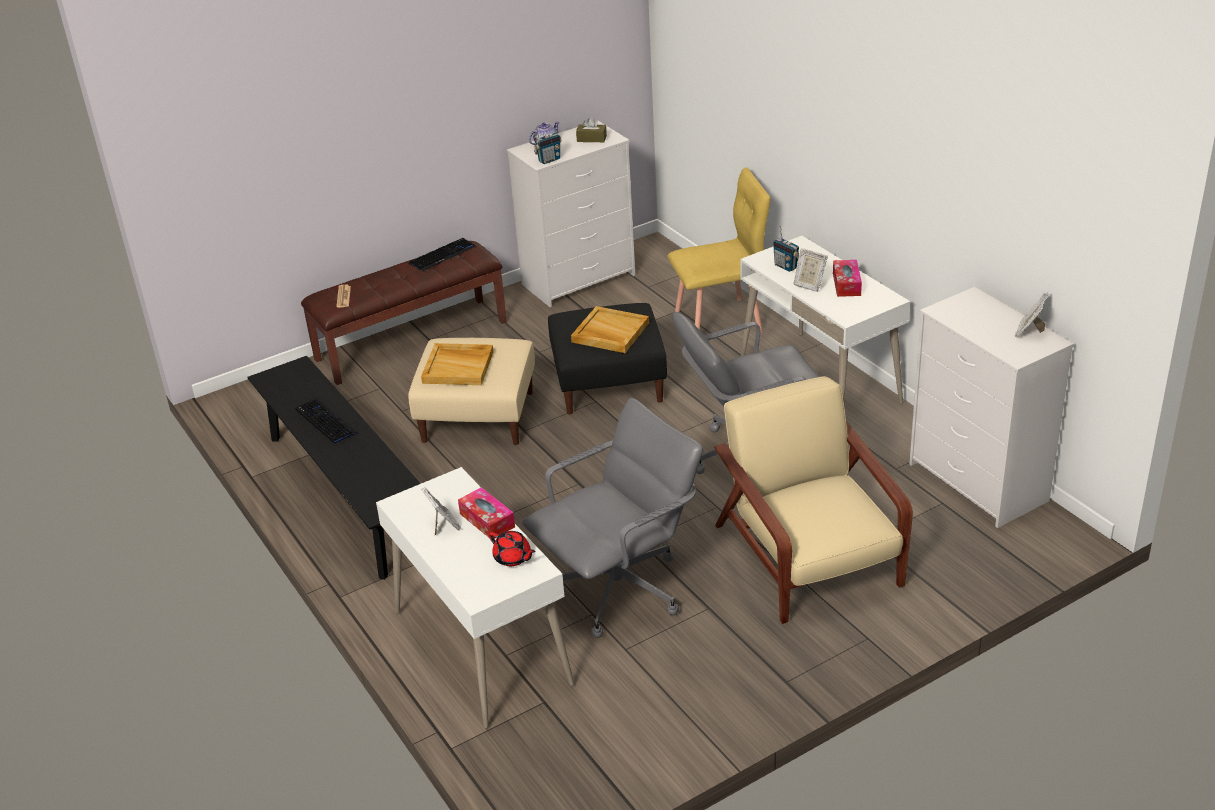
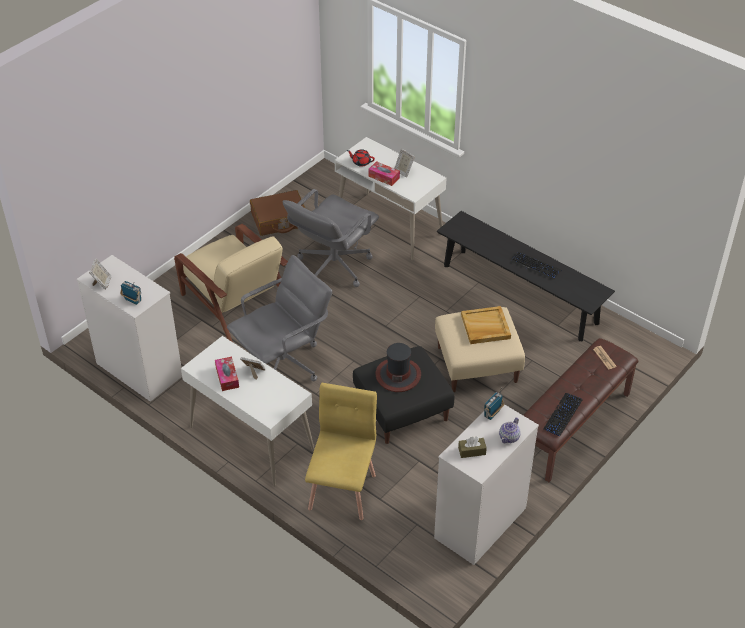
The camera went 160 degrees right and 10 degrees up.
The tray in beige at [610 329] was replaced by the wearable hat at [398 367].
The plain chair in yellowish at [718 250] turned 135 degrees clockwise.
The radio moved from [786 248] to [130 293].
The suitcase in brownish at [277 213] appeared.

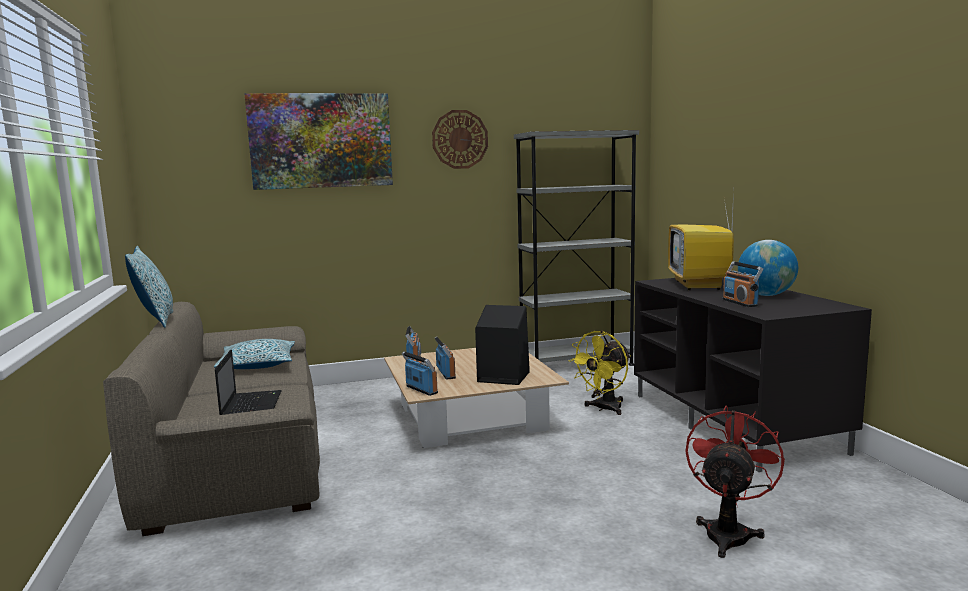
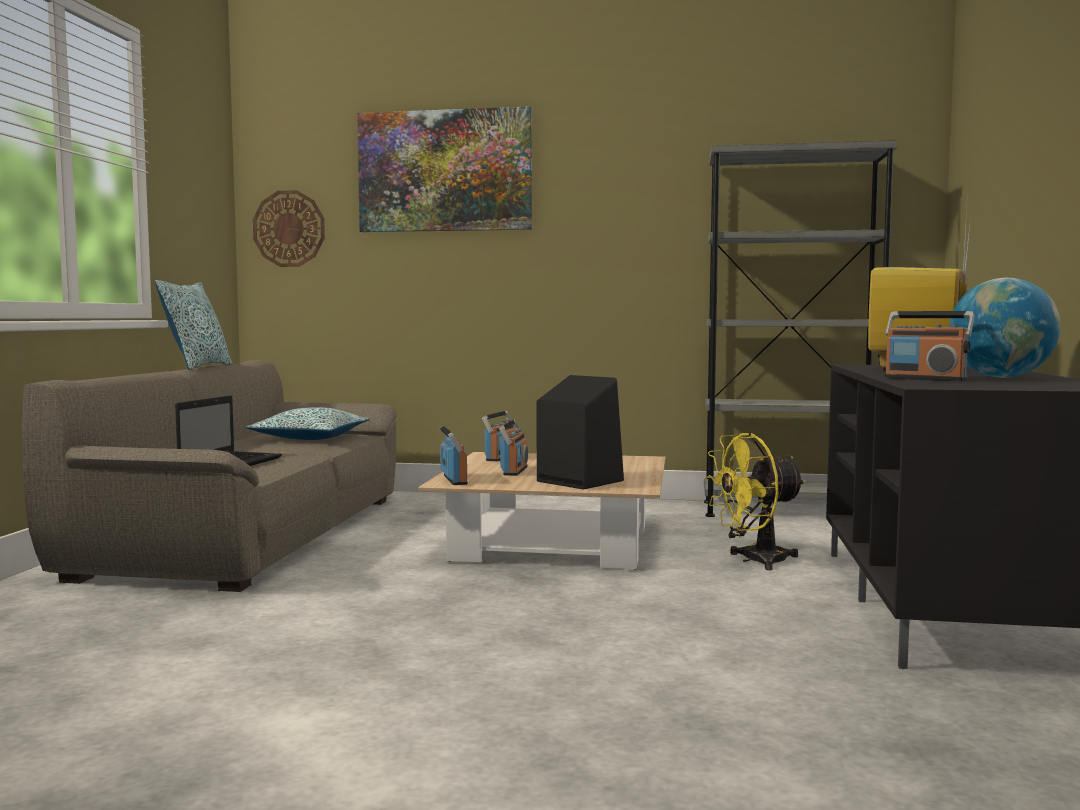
The camera went 25 degrees right and 5 degrees down.
The wall clock moved from [460 139] to [289 228].
The fan in red-coloured at [735 482] disappeared.
The radio at [743 284] turned 60 degrees counterclockwise.

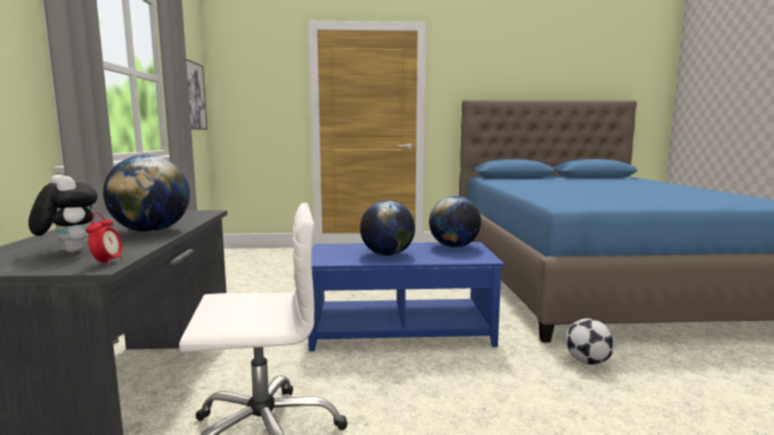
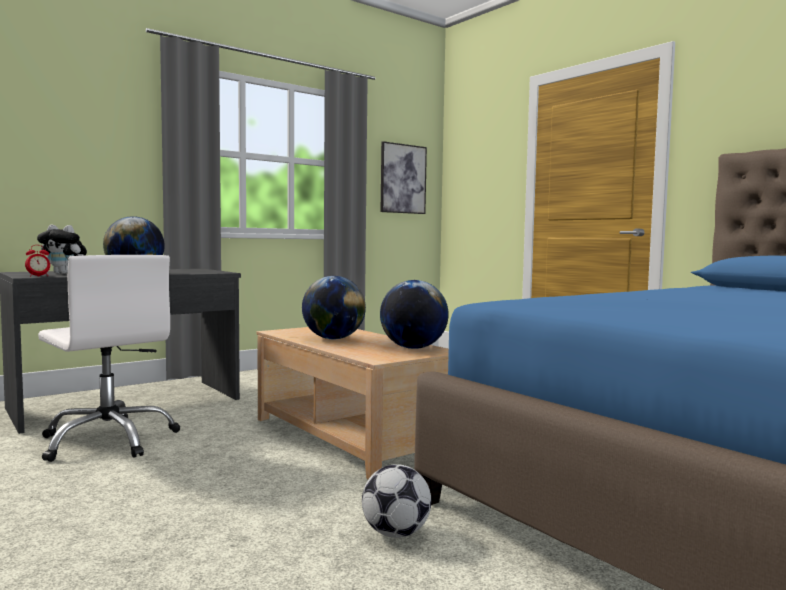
The camera went 55 degrees right and 5 degrees down.
The soft toy at [63 214] turned 90 degrees clockwise.
The low table in blue-coloured at [406 296] became the low table in beige at [352 403].

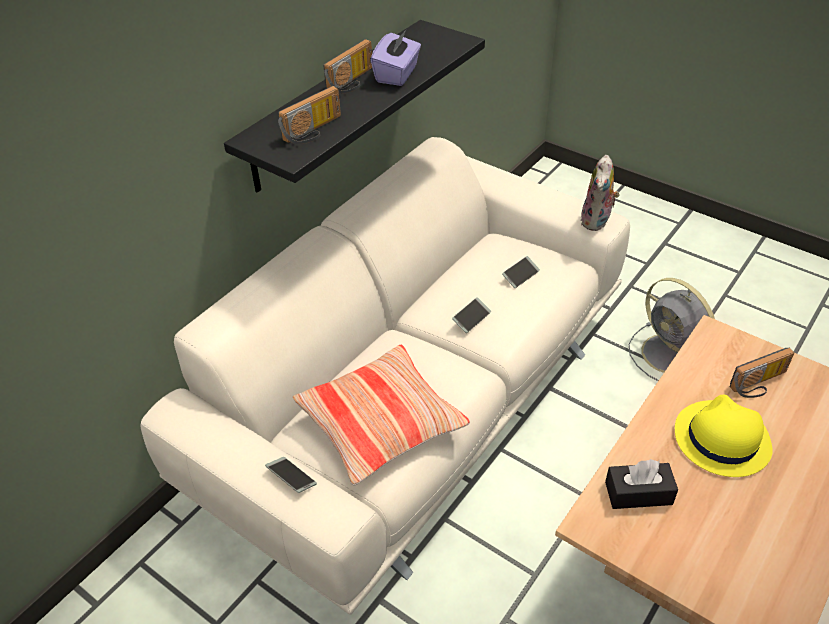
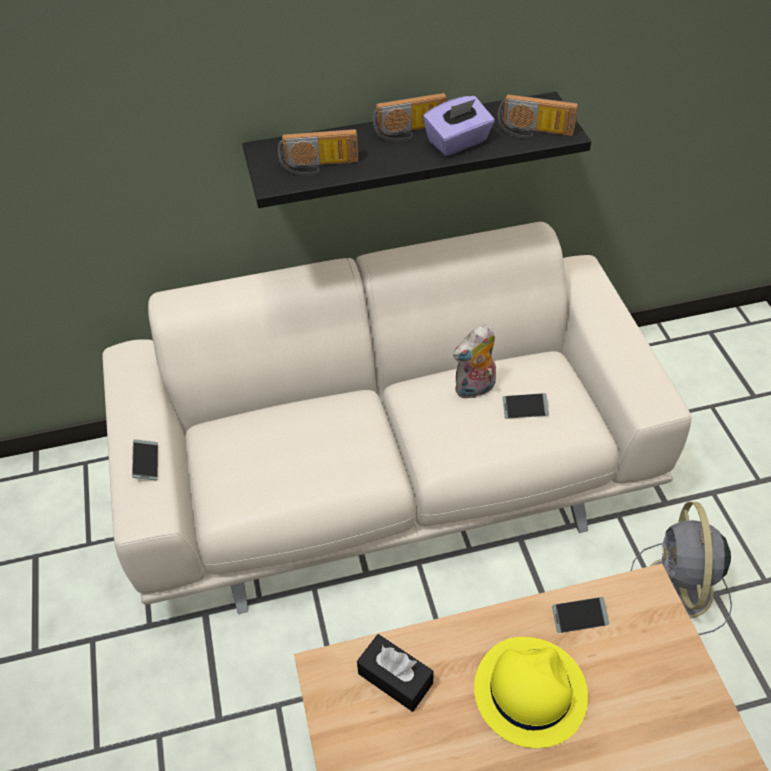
The camera went 40 degrees right and 5 degrees up.
The pillow at [381 415] disappeared.
The phone moved from [471 315] to [580 615].
The soft toy moved from [600 193] to [474 361].
The radio moved from [762 372] to [538 116].

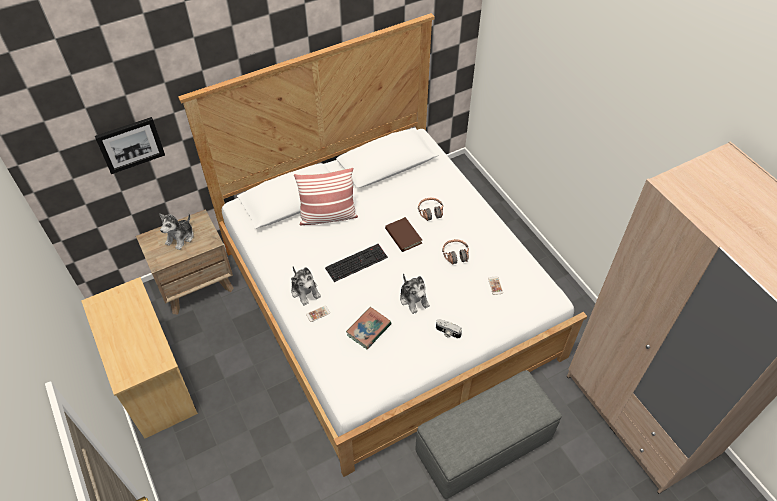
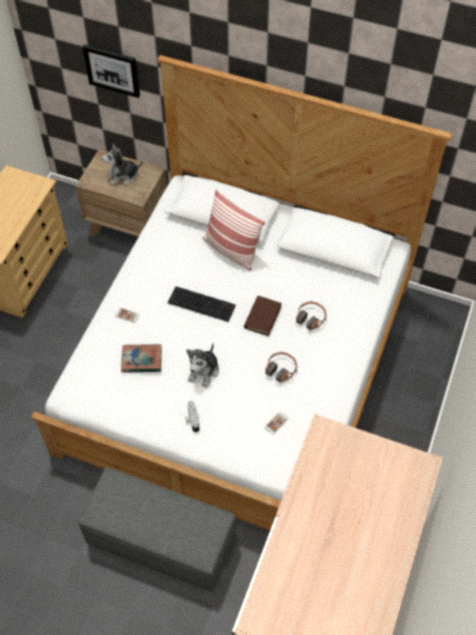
The camera went 50 degrees right and 5 degrees up.
The soft toy at [306 286] disappeared.

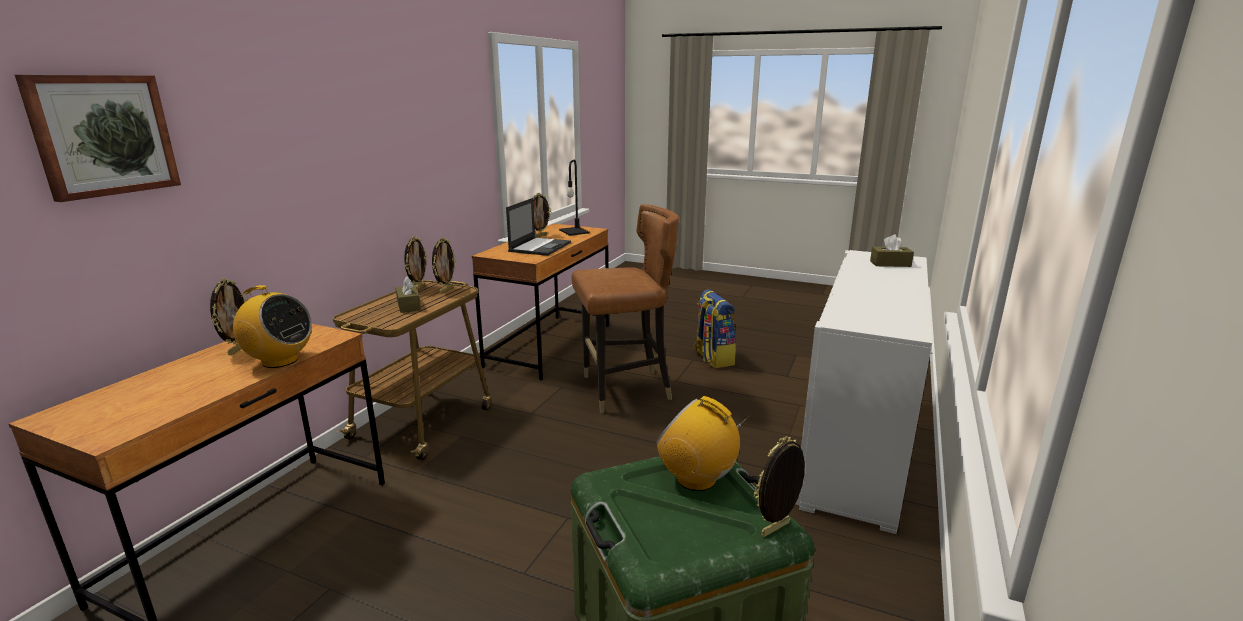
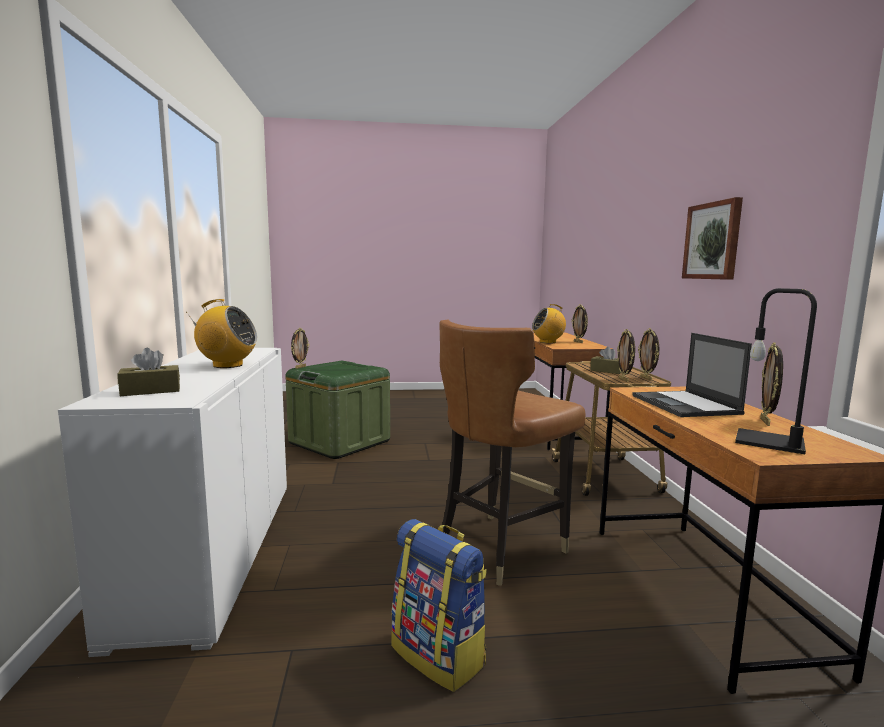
The camera went 150 degrees right and 10 degrees down.
The wall picture moved from [98 138] to [712 238].
The radio moved from [703 443] to [221 333].

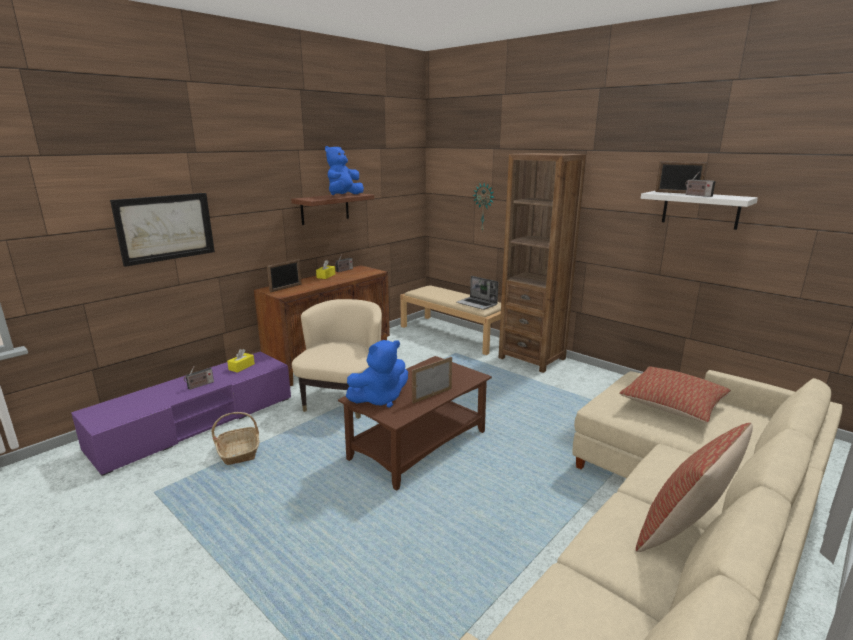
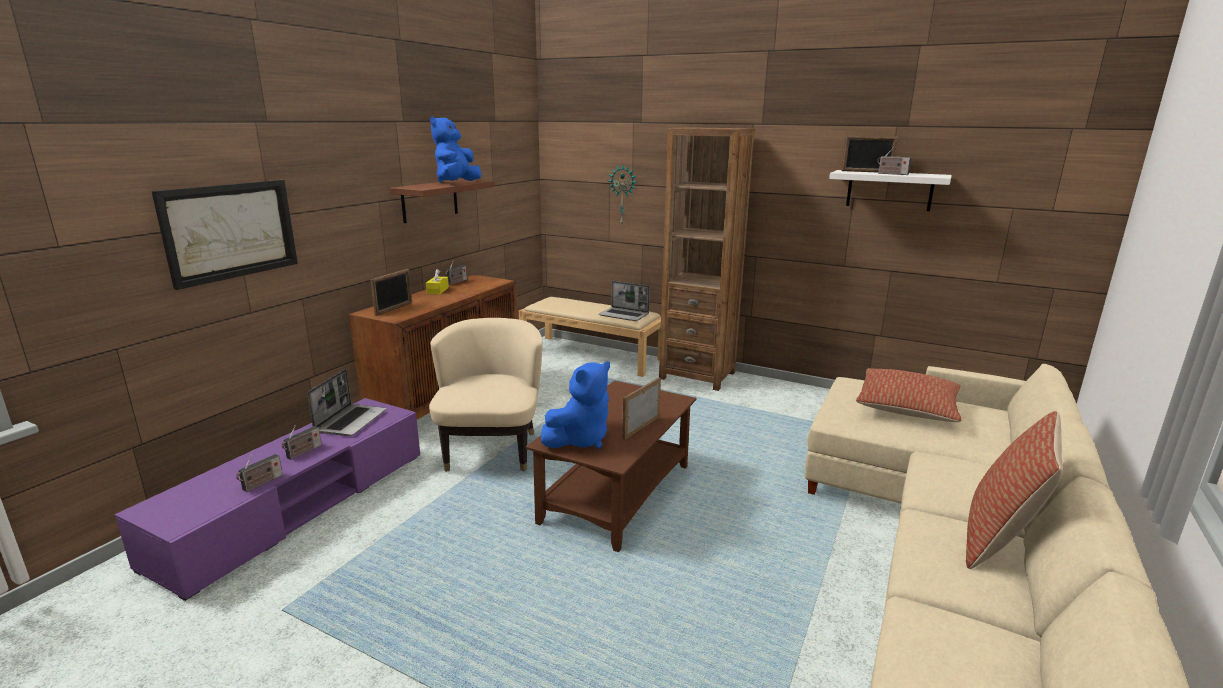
The camera went 15 degrees left and 0 degrees up.
The storage basket at [235 438] disappeared.
The box of tissues in yellowish at [241 361] was replaced by the laptop at [346 402].
The radio at [259 473] appeared.

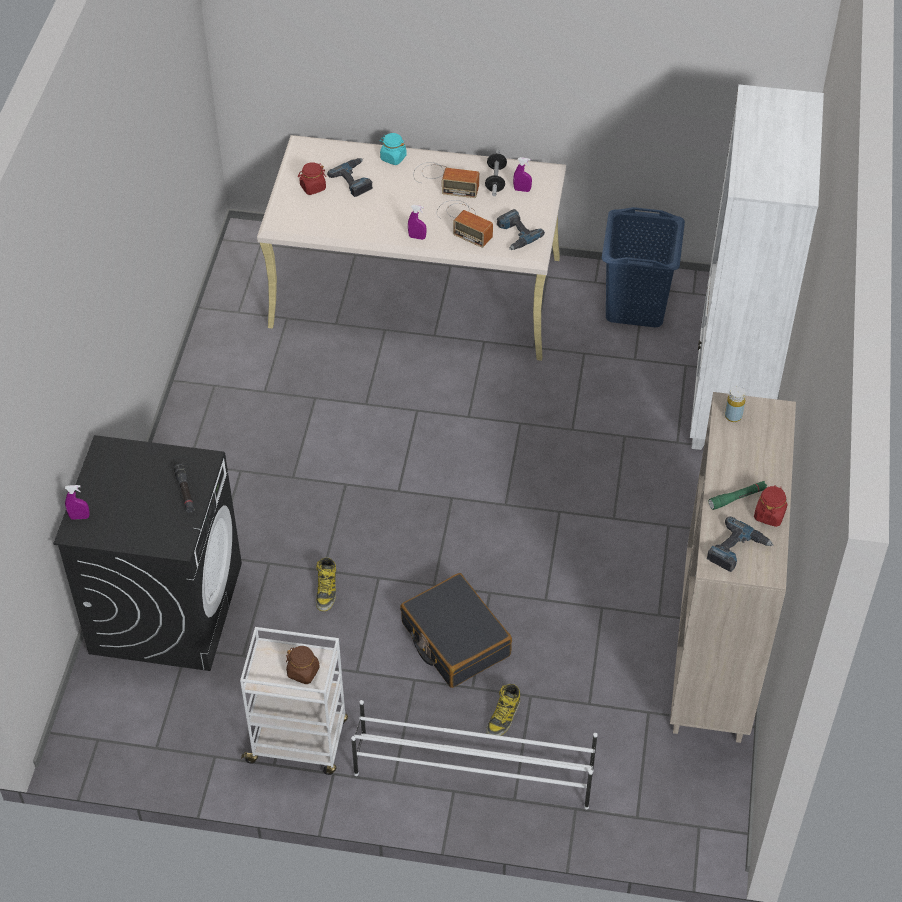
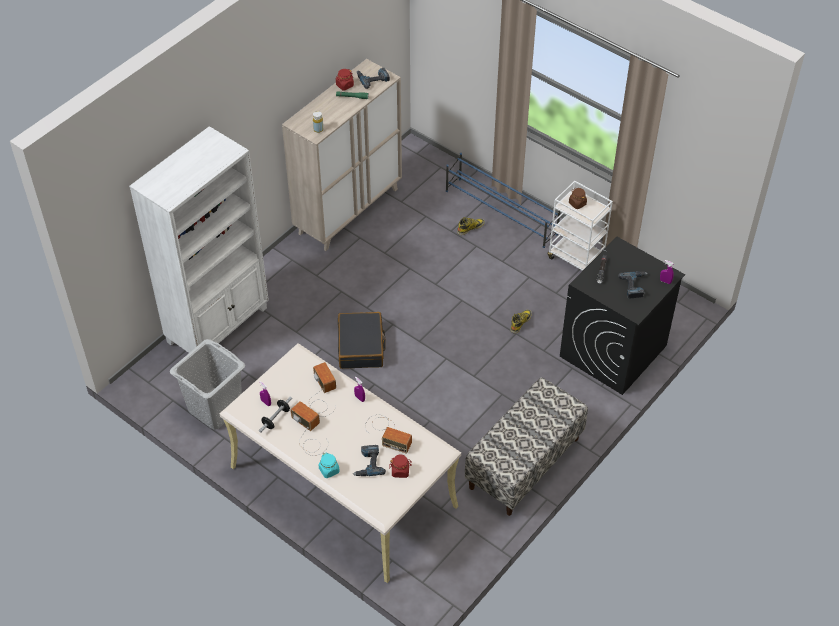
The camera went 150 degrees left and 0 degrees up.
The shoe shelf in whitish at [474 754] became the shoe shelf in blue-coloured at [503 200].
The suitcase in black moved from [456 630] to [362 340].
The drill moved from [521 229] to [633 284].
The hamper in blue-coloured at [643 267] became the hamper in grey at [207 384].
The radio at [388 434] appeared.
The long seat at [526 446] appeared.

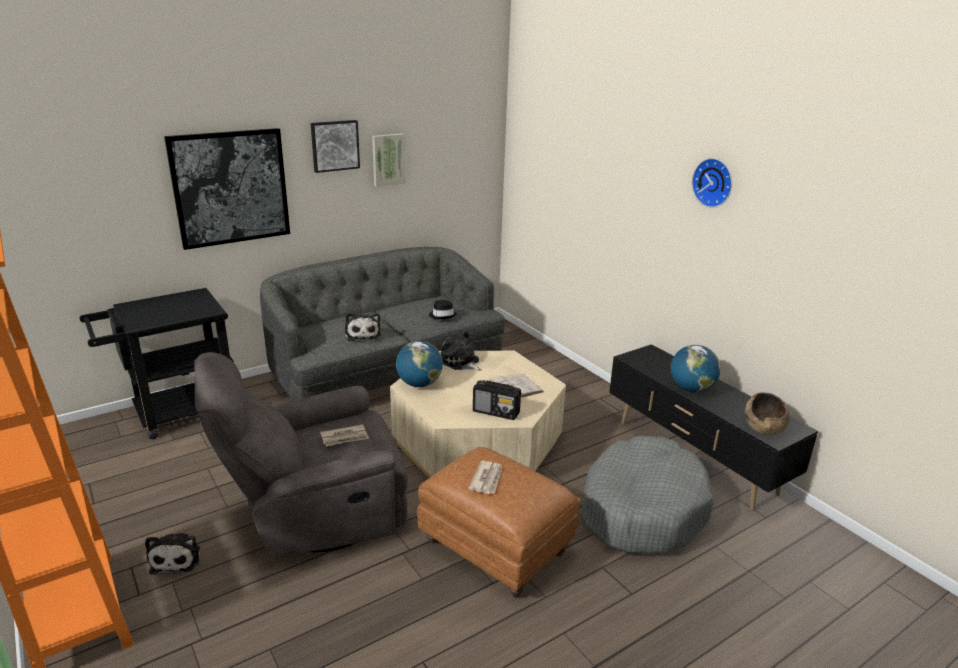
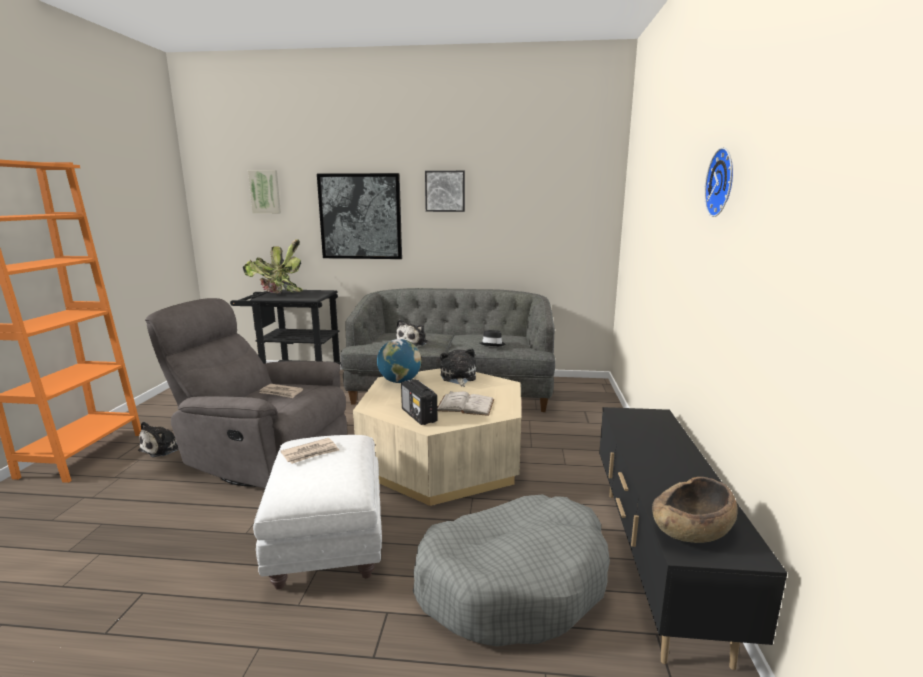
The camera went 40 degrees right and 10 degrees down.
The wall picture moved from [389 160] to [264 192].
The ottoman in brownish at [498 522] became the ottoman in whitish at [317 512].
The world globe at [696 368] disappeared.
The potted plant at [273 266] appeared.

